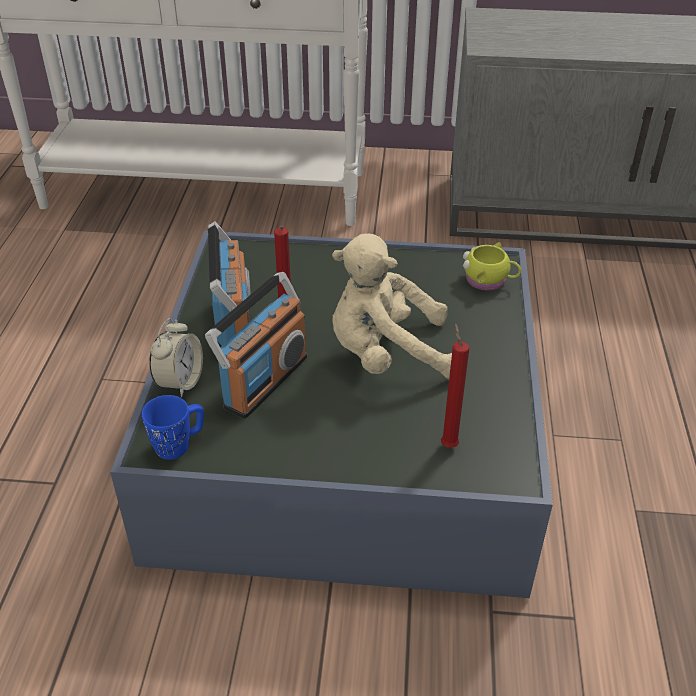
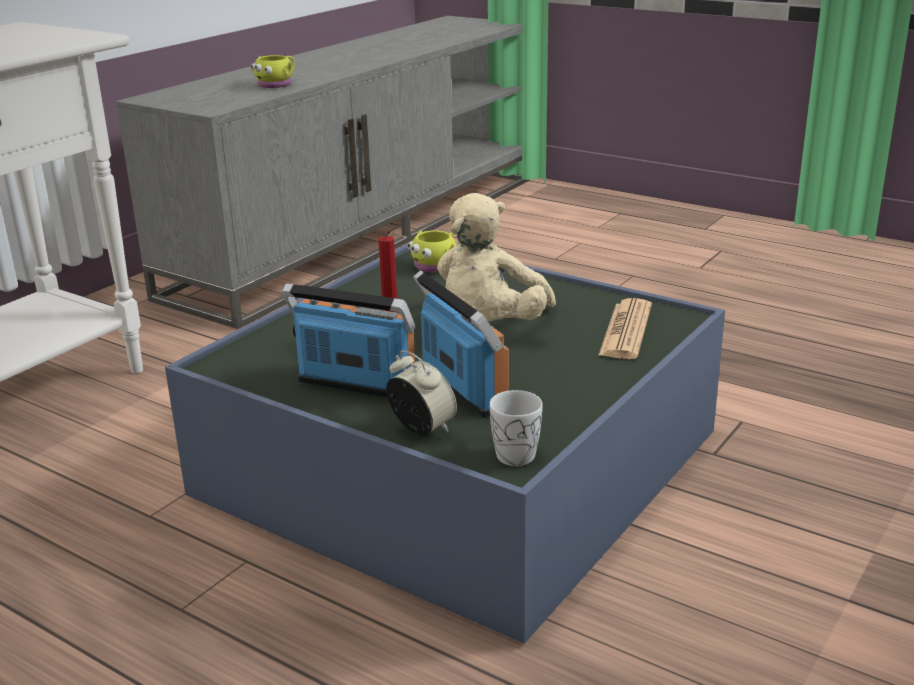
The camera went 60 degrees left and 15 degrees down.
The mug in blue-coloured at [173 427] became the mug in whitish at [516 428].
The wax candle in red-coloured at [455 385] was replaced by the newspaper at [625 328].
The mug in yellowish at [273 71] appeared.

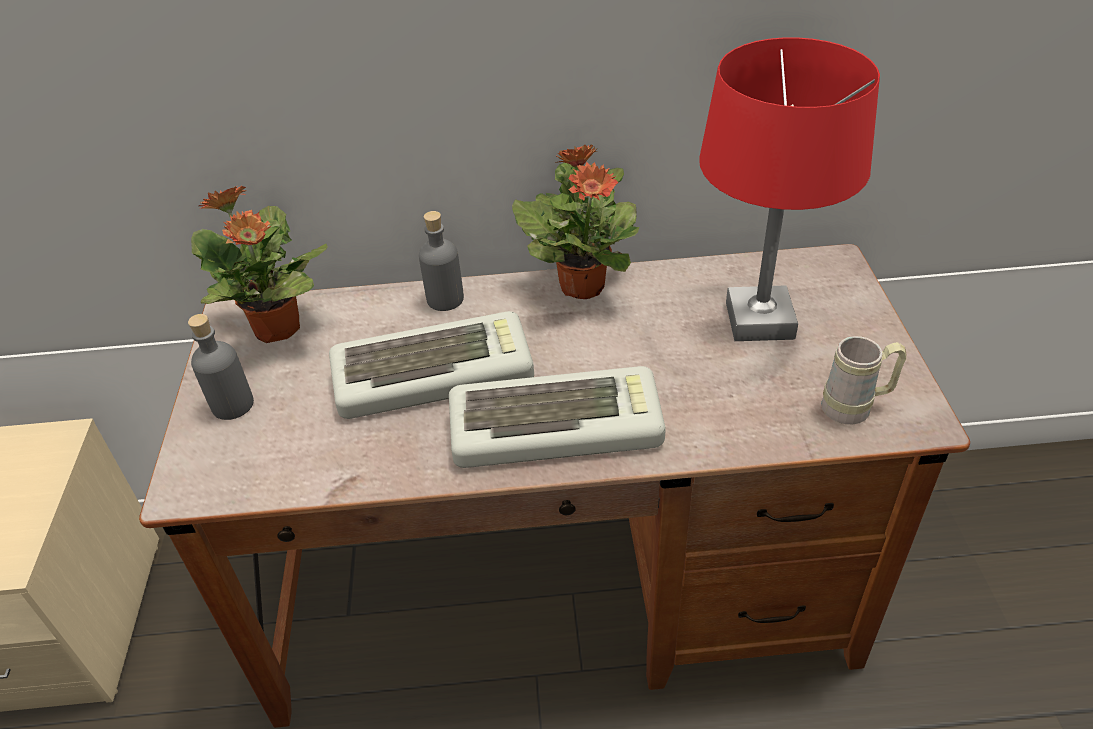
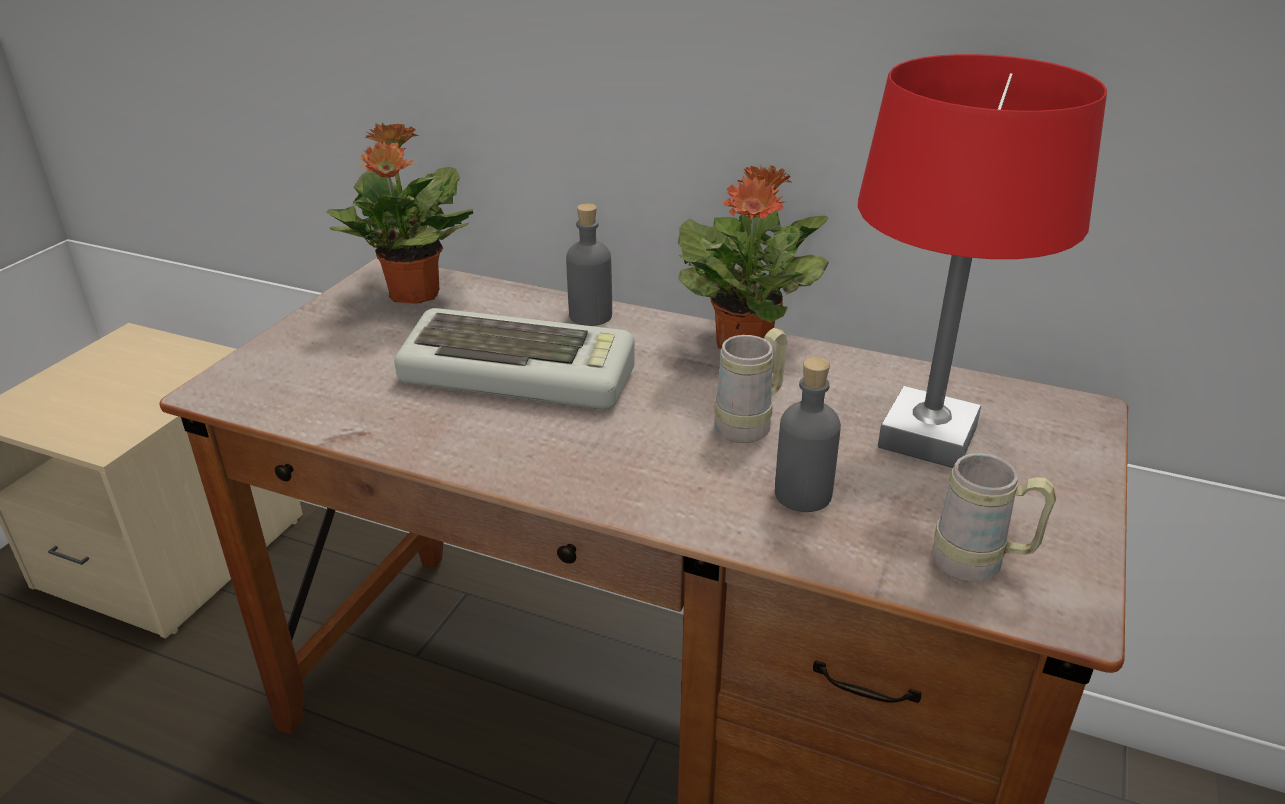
The camera went 25 degrees right and 10 degrees down.
The bottle in grey moved from [221 367] to [808 434].
The computer keyboard at [557 417] disappeared.
The mug in beige at [751 385] appeared.

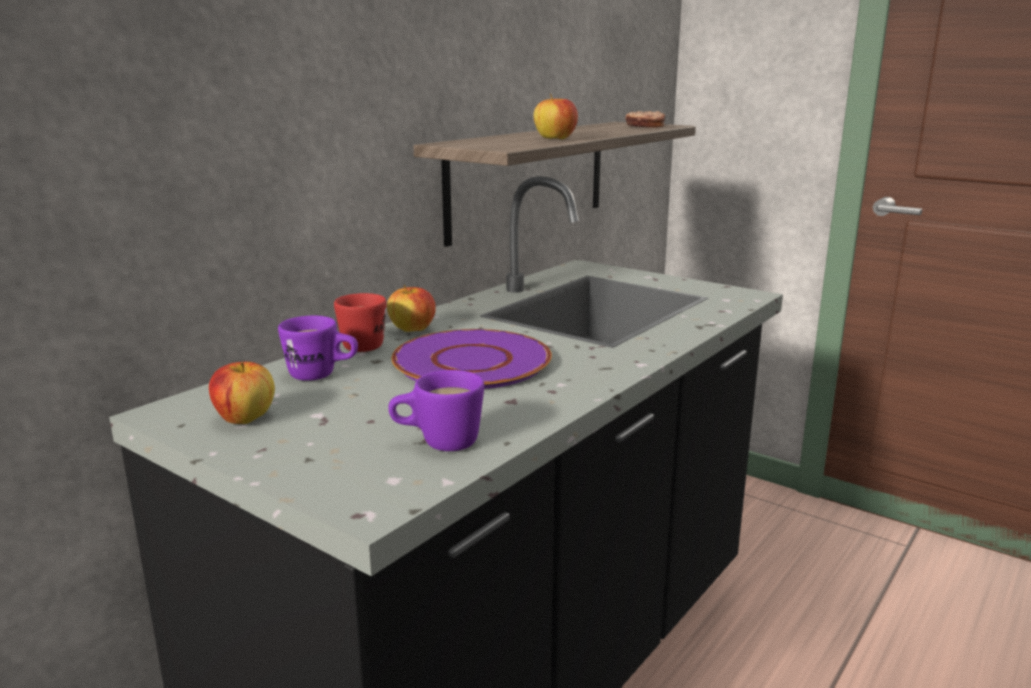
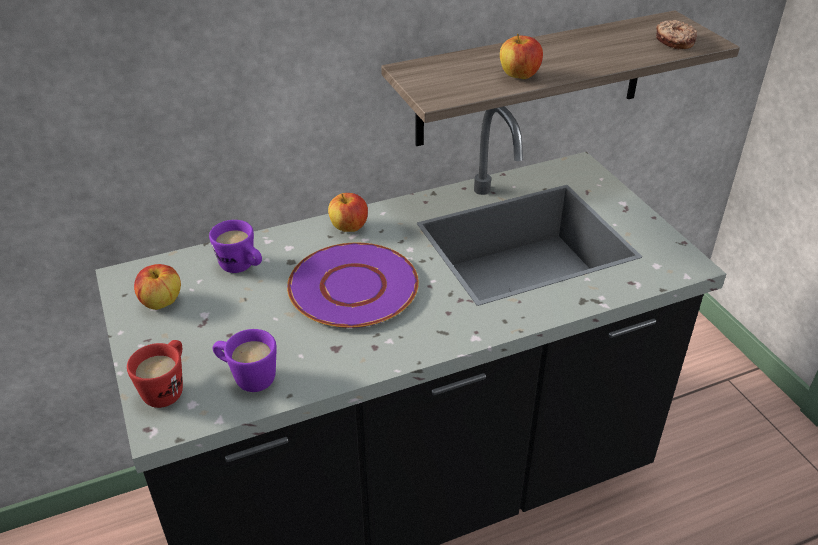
The camera went 30 degrees right and 20 degrees up.
The mug in red-coloured moved from [360 322] to [155 374].

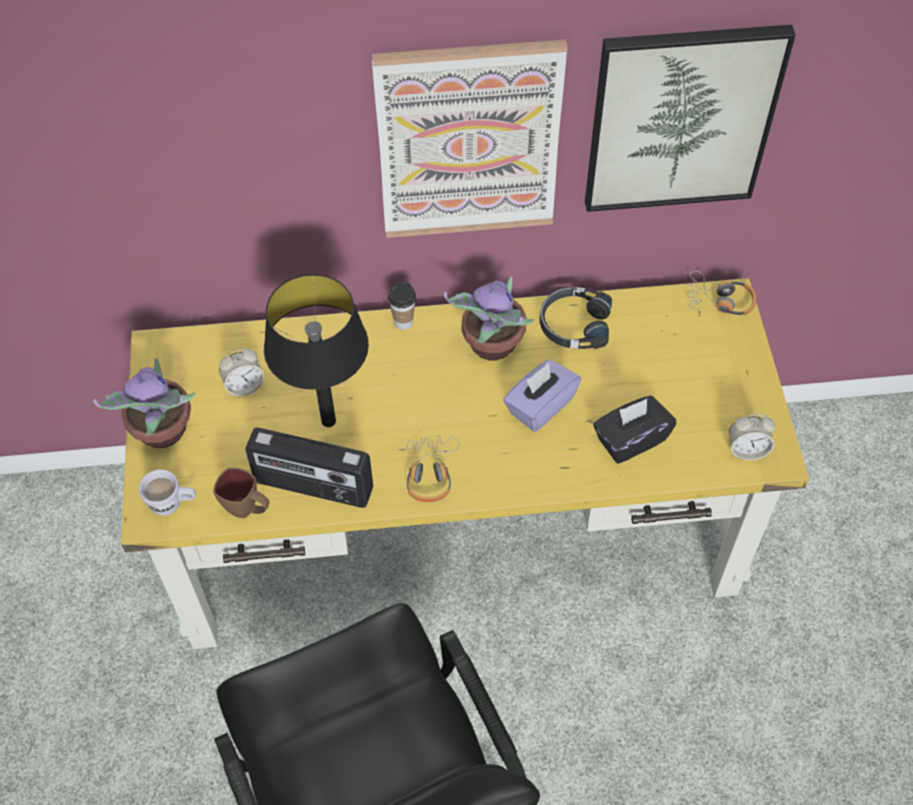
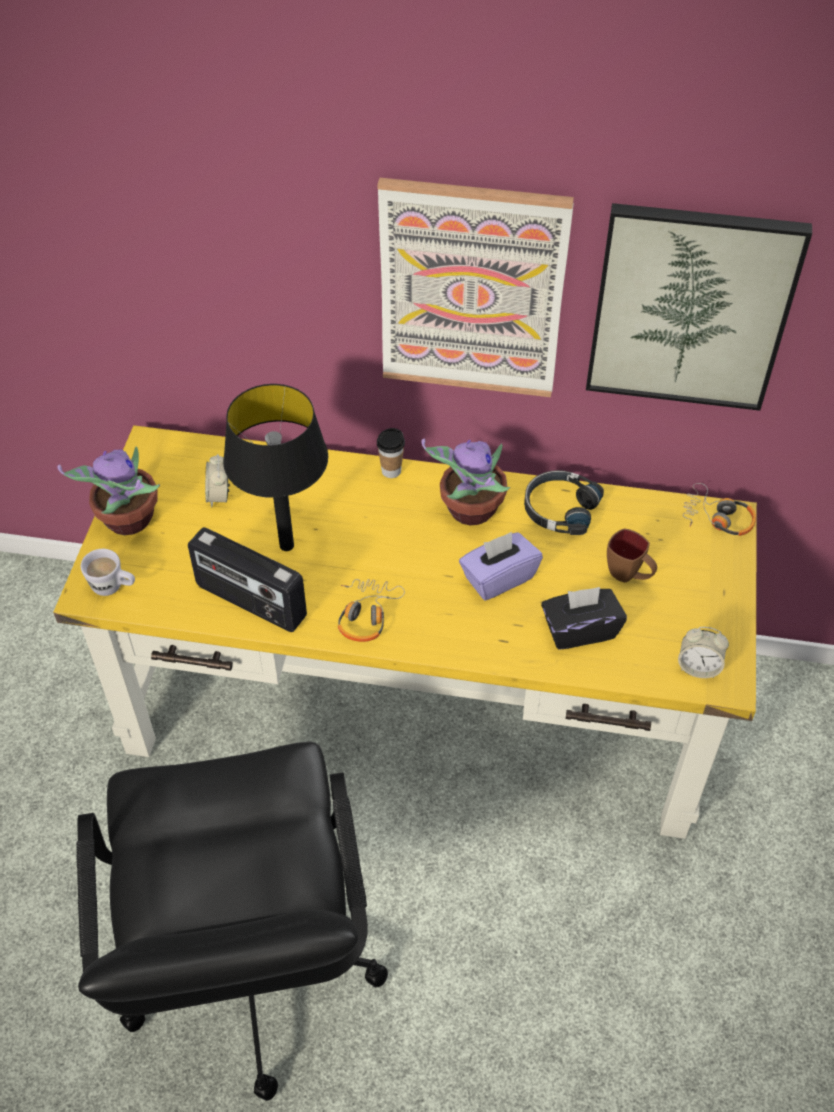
The camera went 15 degrees right and 5 degrees down.
The mug in brownish moved from [241 492] to [632 555].
The alarm clock at [241 372] turned 90 degrees clockwise.

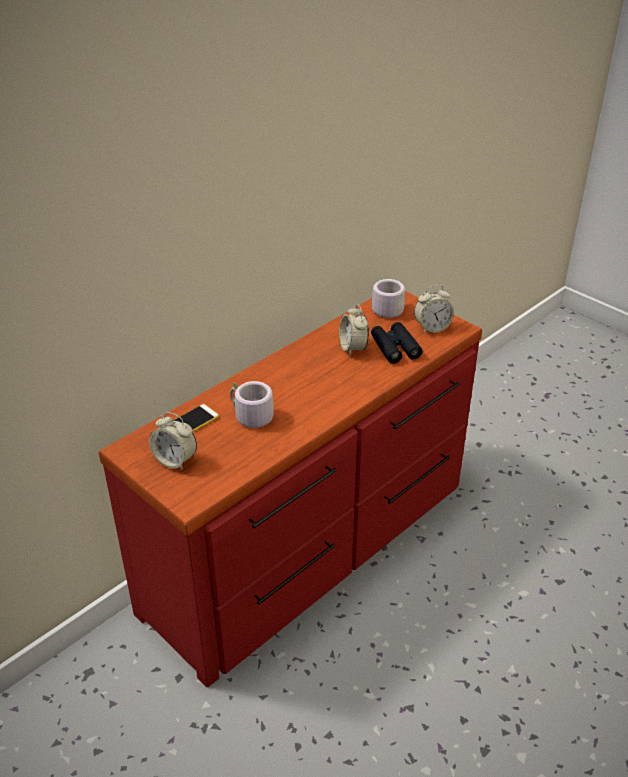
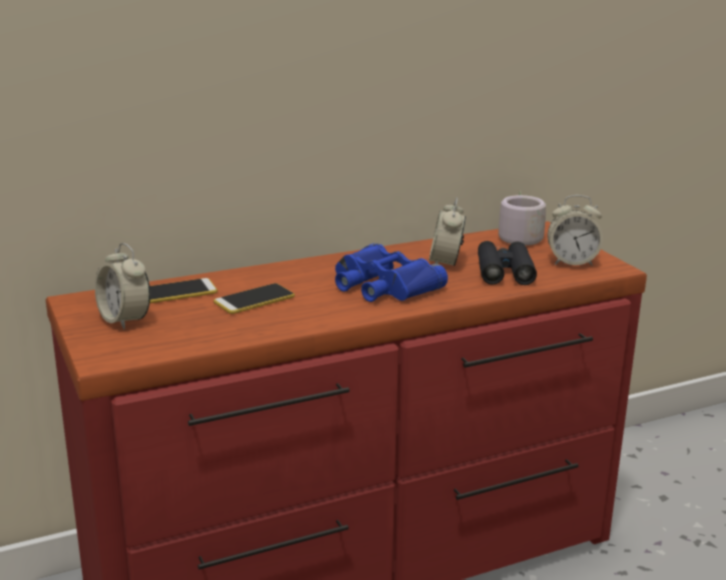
The camera went 20 degrees right and 15 degrees down.
The mug in grey at [252 404] was replaced by the phone at [254 298].
The pair of binoculars in blue-coloured at [391 272] appeared.

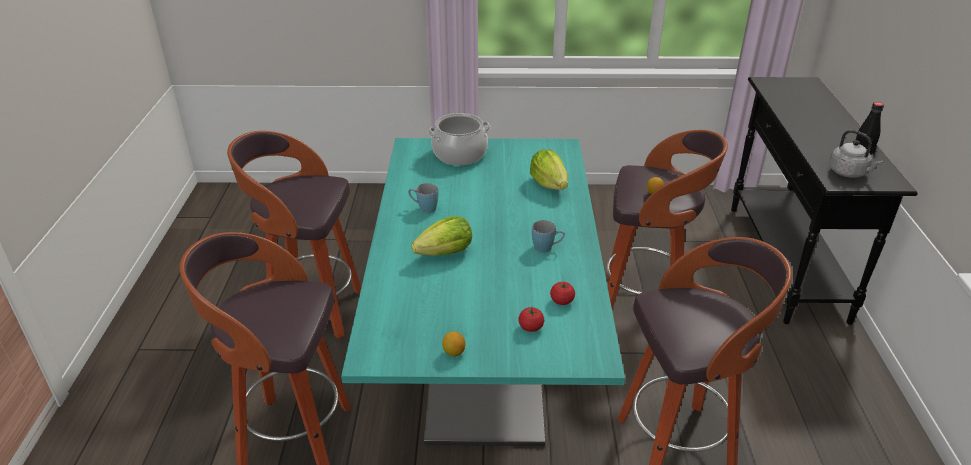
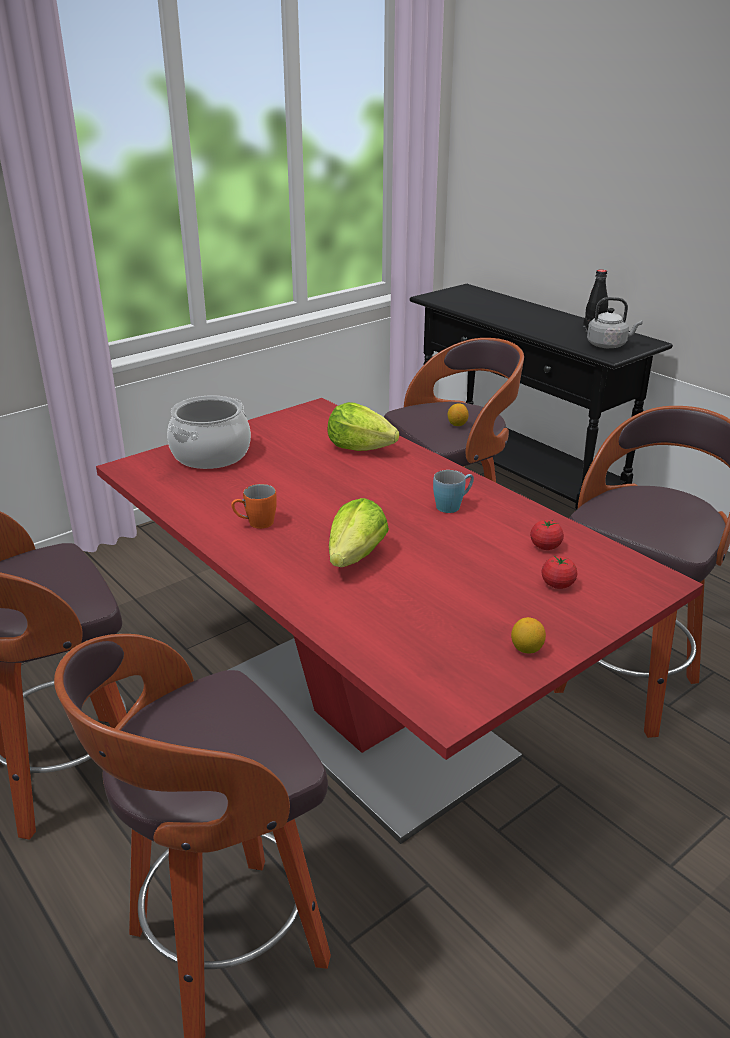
The camera went 40 degrees left and 5 degrees down.
The dining table in blue-green at [483 292] became the dining table in red-coloured at [399 621].
The mug in blue-coloured at [423 198] became the mug in orange-coloured at [254 506].

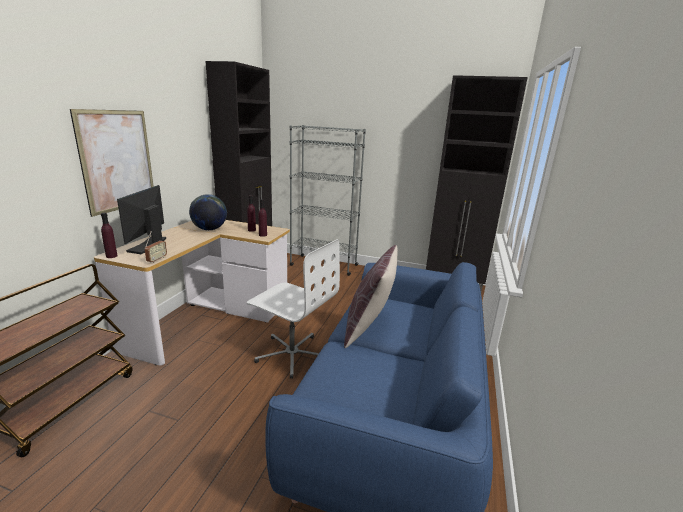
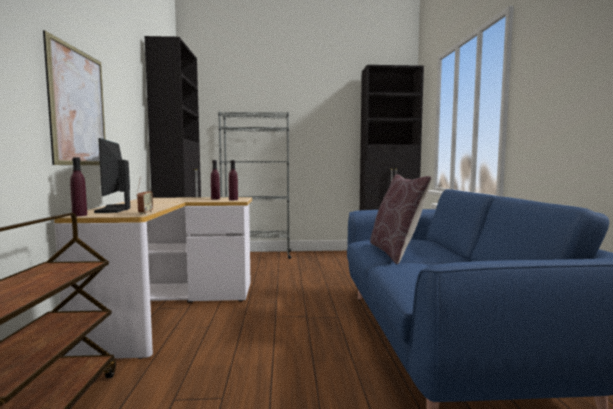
The camera went 20 degrees left and 15 degrees down.
The world globe at [208 212] disappeared.
The office chair in whitish at [293 309] disappeared.

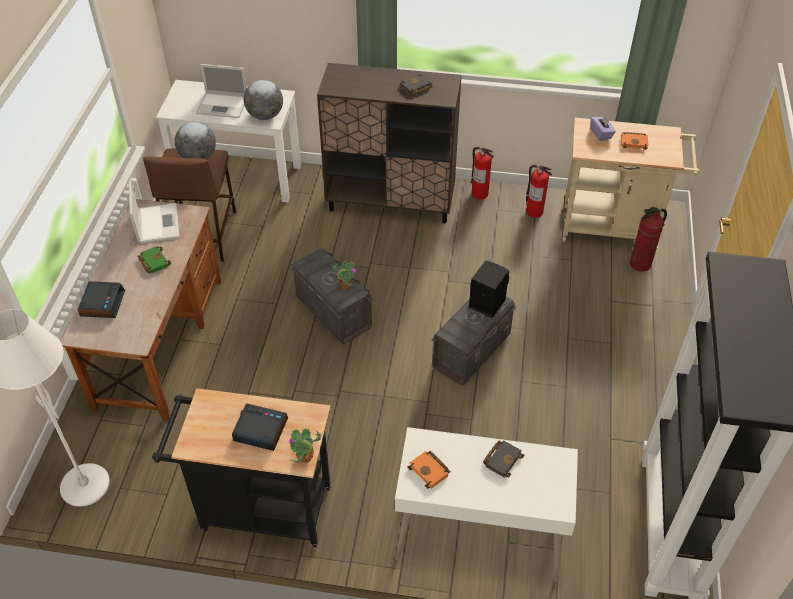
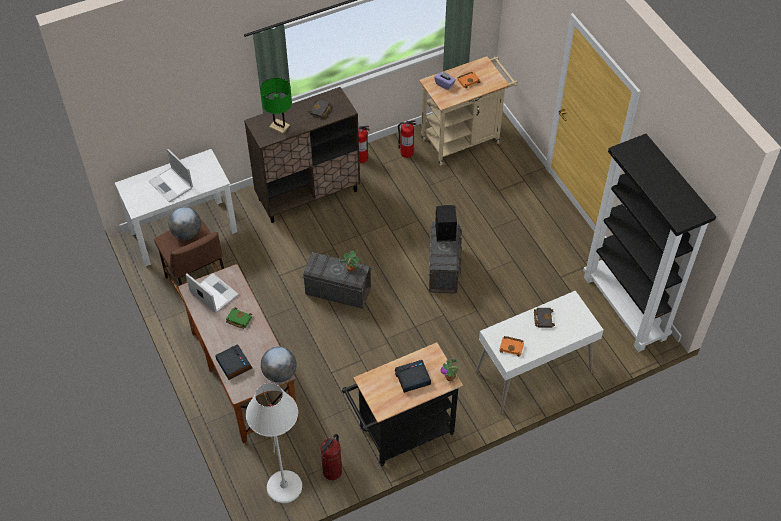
The camera went 35 degrees left and 5 degrees up.
The laptop at [221 91] turned 75 degrees clockwise.
The world globe moved from [263 100] to [279 365].
The extinguisher moved from [648 239] to [331 457].
The lamp for a table in green at [276 106] appeared.

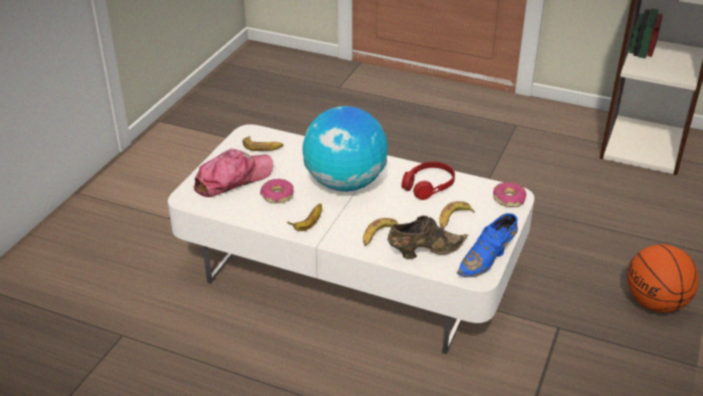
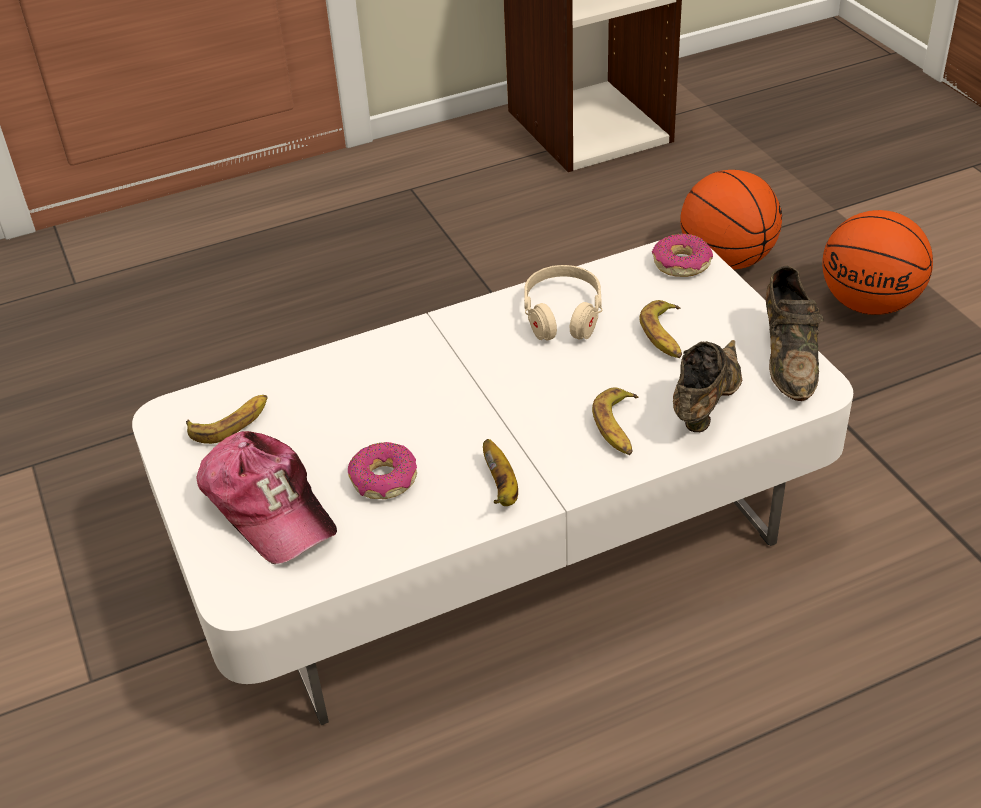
The camera went 45 degrees left and 5 degrees up.
The baseball cap at [233 173] turned 135 degrees clockwise.
The world globe at [345 149] disappeared.
The headset in red-coloured at [428 180] became the headset in beige at [563 303].
The shoe in blue-coloured at [487 245] became the shoe in brownish at [795 333].
The basketball ball at [731 220] appeared.

